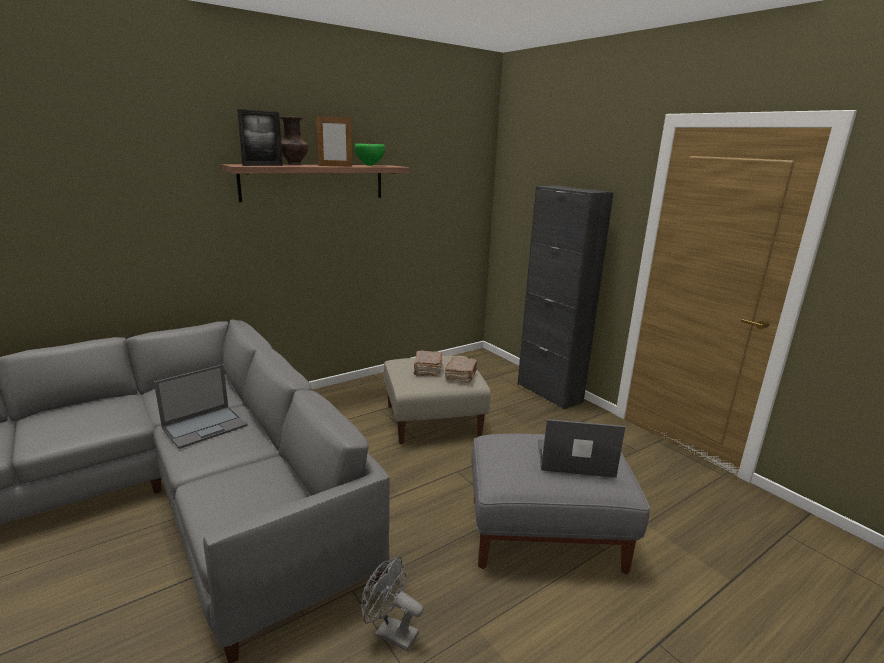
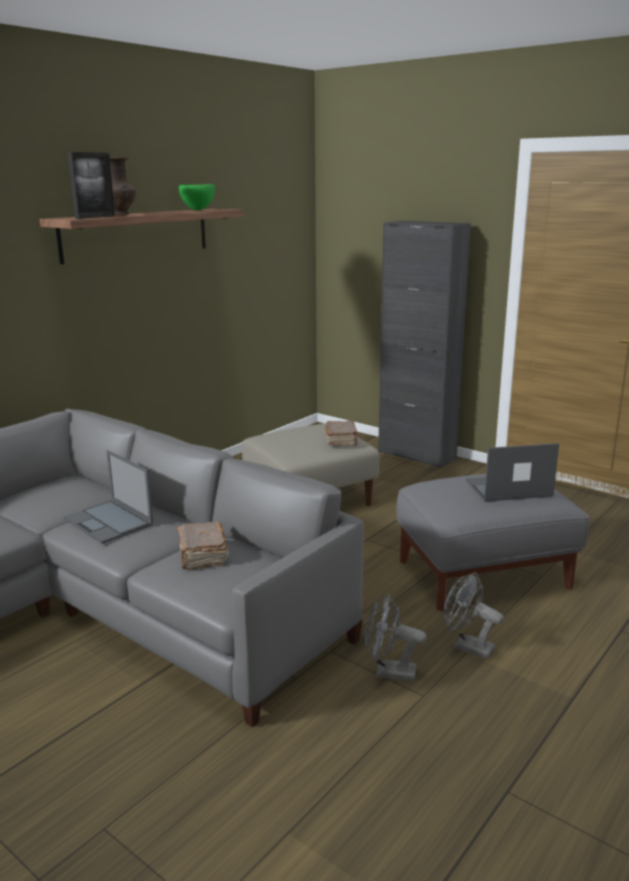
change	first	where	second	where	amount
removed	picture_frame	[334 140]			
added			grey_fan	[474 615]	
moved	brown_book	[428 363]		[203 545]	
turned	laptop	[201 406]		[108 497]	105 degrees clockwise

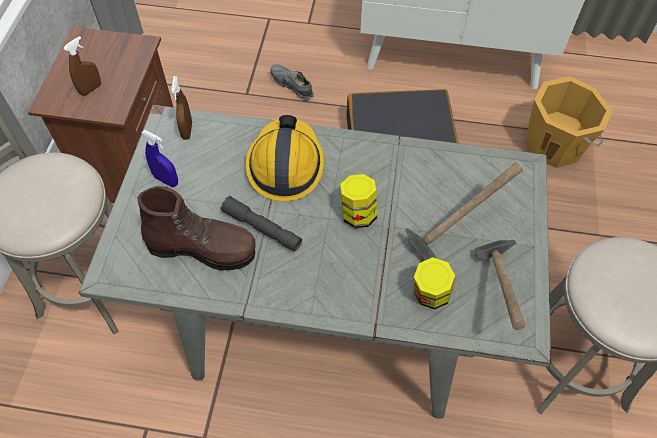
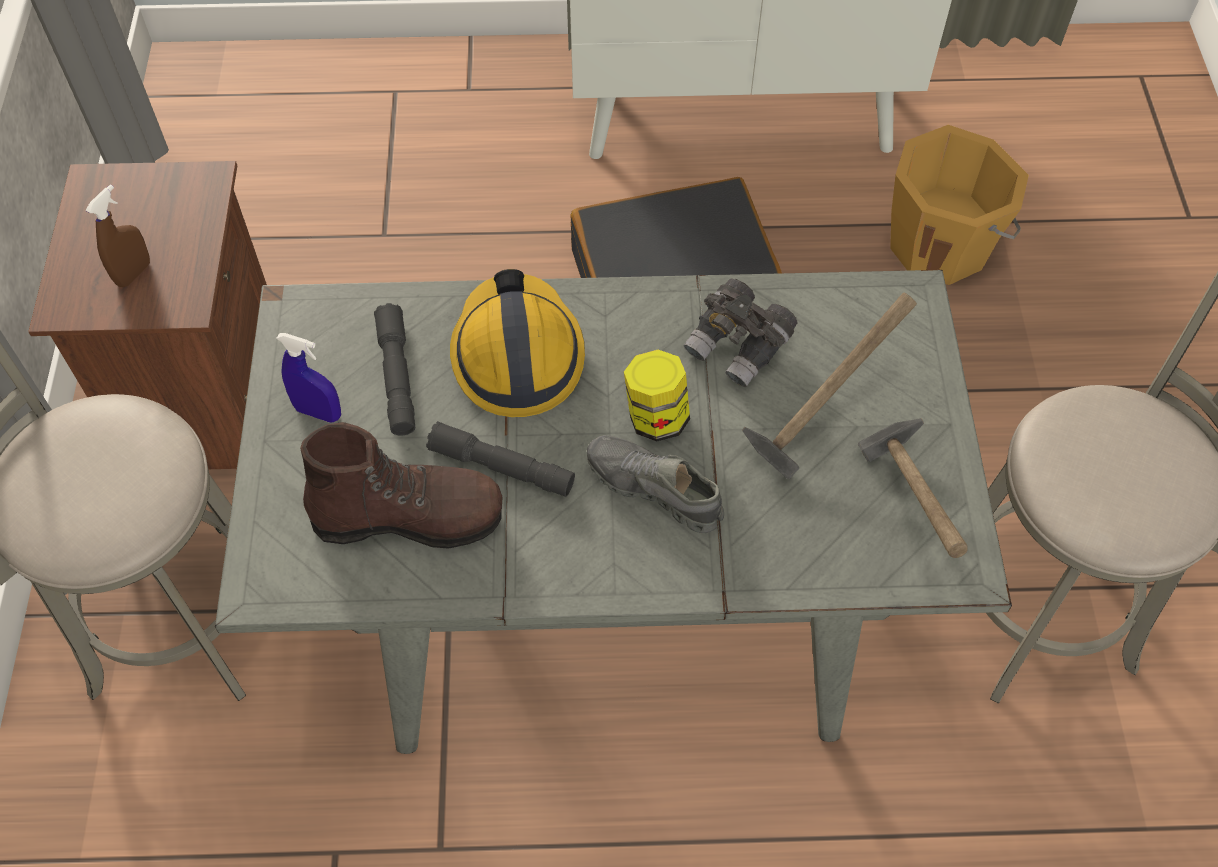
change	first	where	second	where	amount
removed	brown_spray_bottle	[181 108]			
removed	jar	[434 283]			
added			grey_flashlight	[394 369]	
added			grey_binoculars	[741 332]	
moved	grey_shoe	[292 82]		[655 484]	

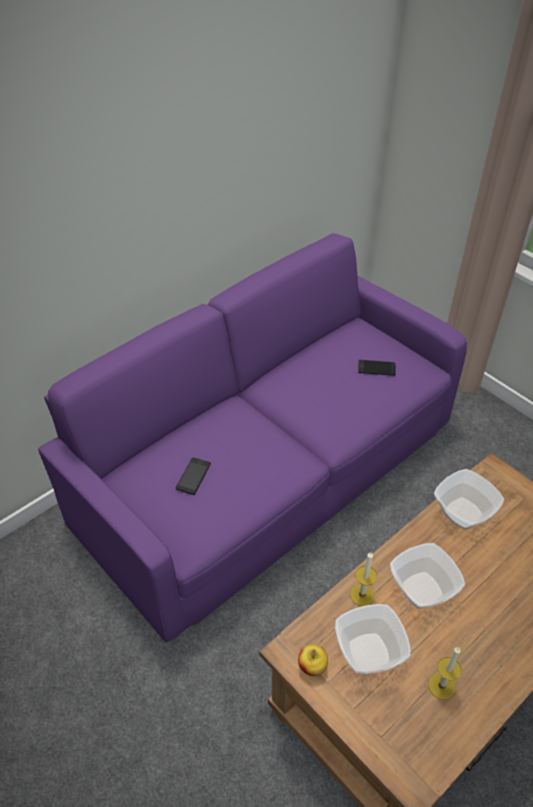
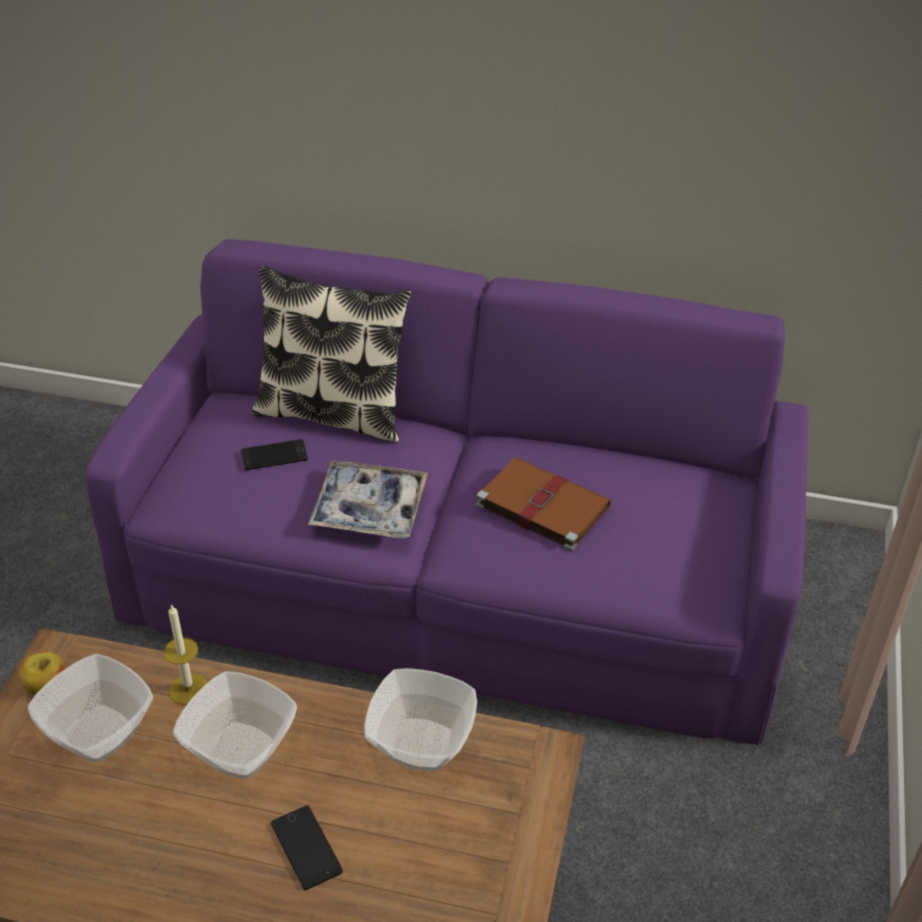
change	first	where	second	where	amount
removed	candle	[445 673]			
added			pillow	[332 354]	
added			tray	[368 499]	
added			brown_book	[542 504]	
moved	phone	[377 368]		[307 847]	

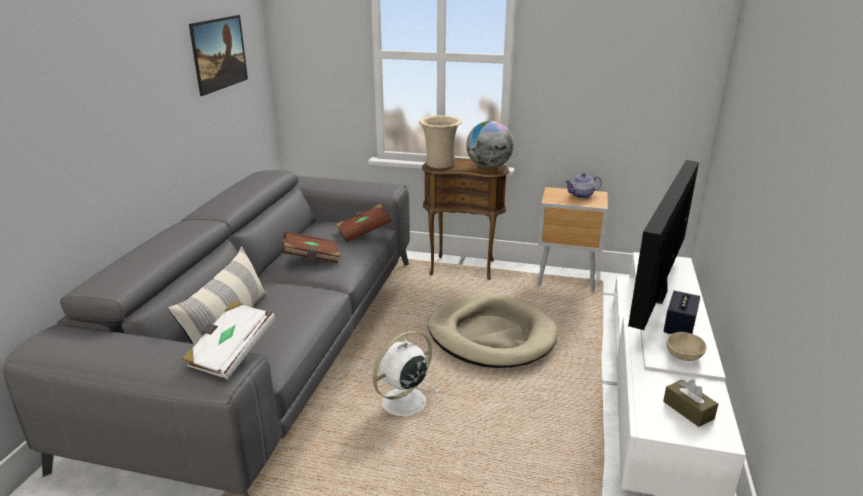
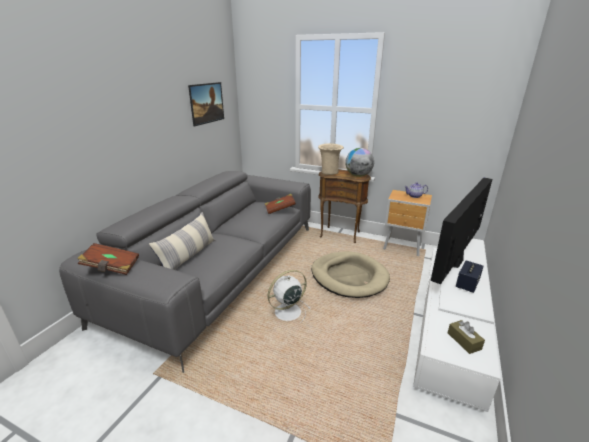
change	first	where	second	where	amount
removed	white_book	[229 340]			
removed	beige_bowl	[686 346]			
moved	brown_book	[311 247]		[108 259]	

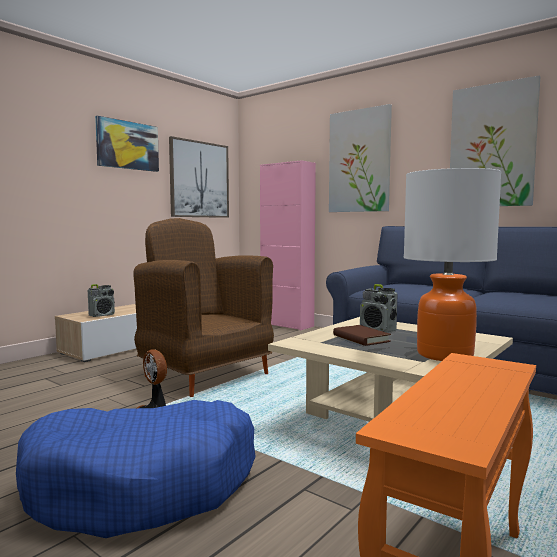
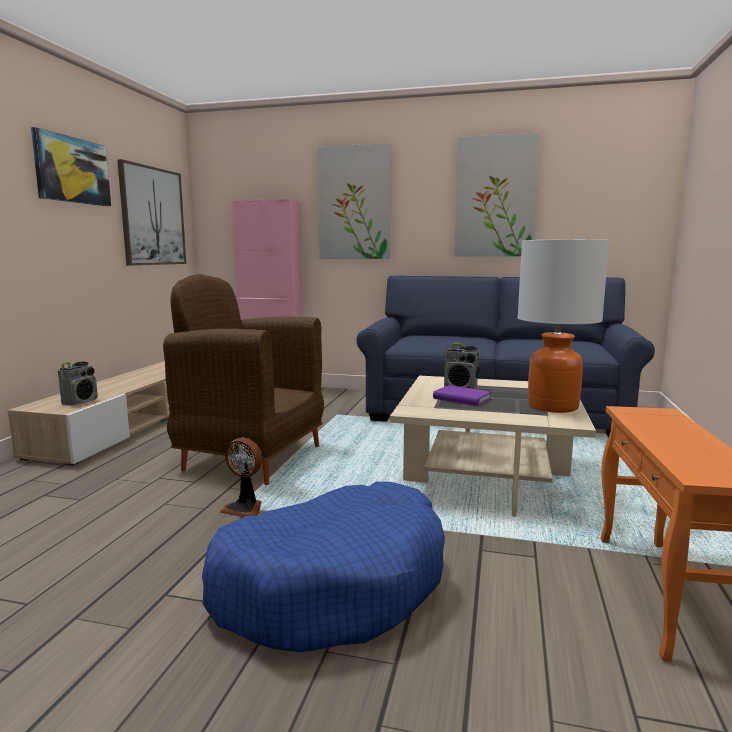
change	first	where	second	where	amount
recoloured	brown_book	[362 335]	purple_book	[462 395]	

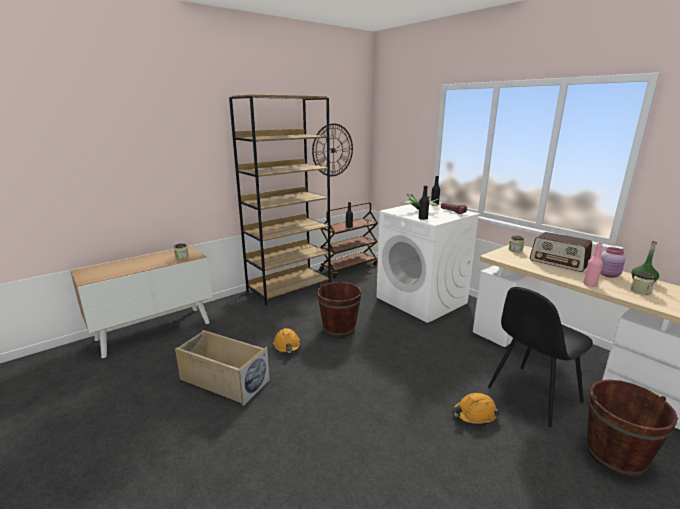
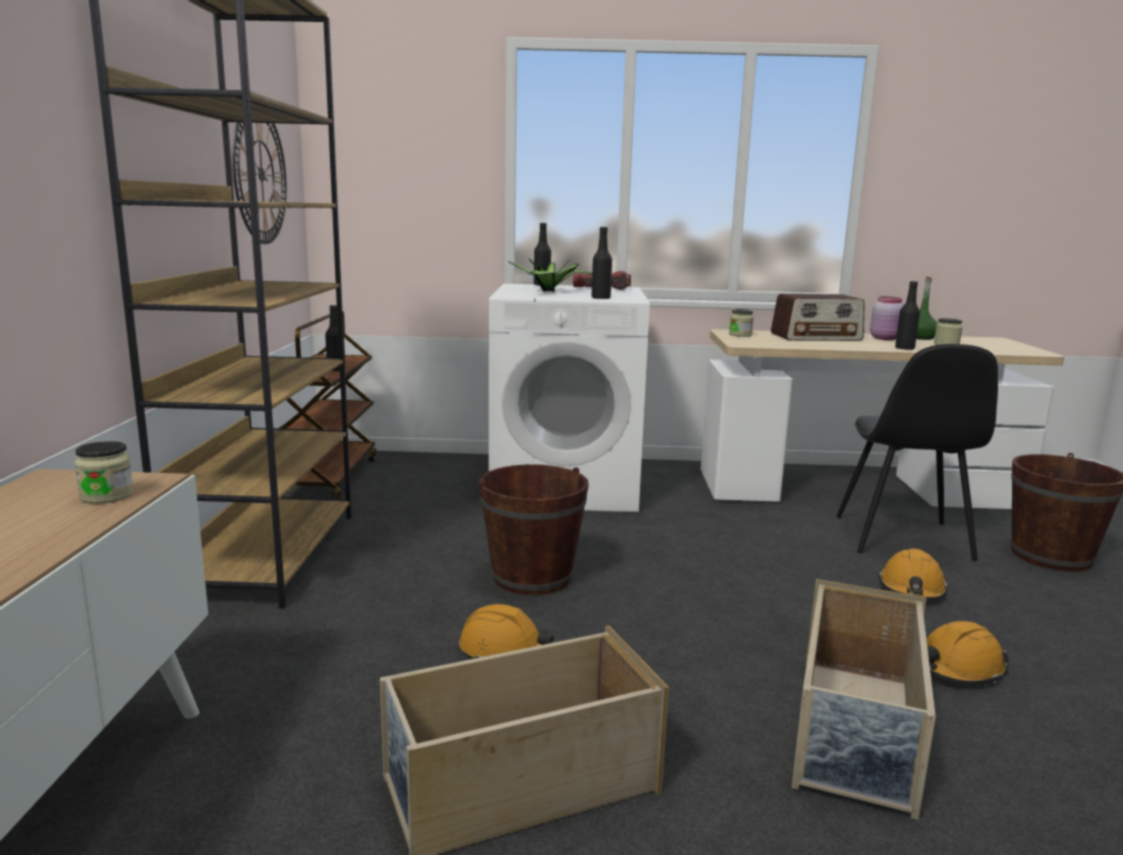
change	first	where	second	where	amount
added			beige_storage_box	[863 699]	
added			orange_hard_hat	[967 653]	
recoloured	pink_bottle	[593 265]	black_bottle	[907 315]	

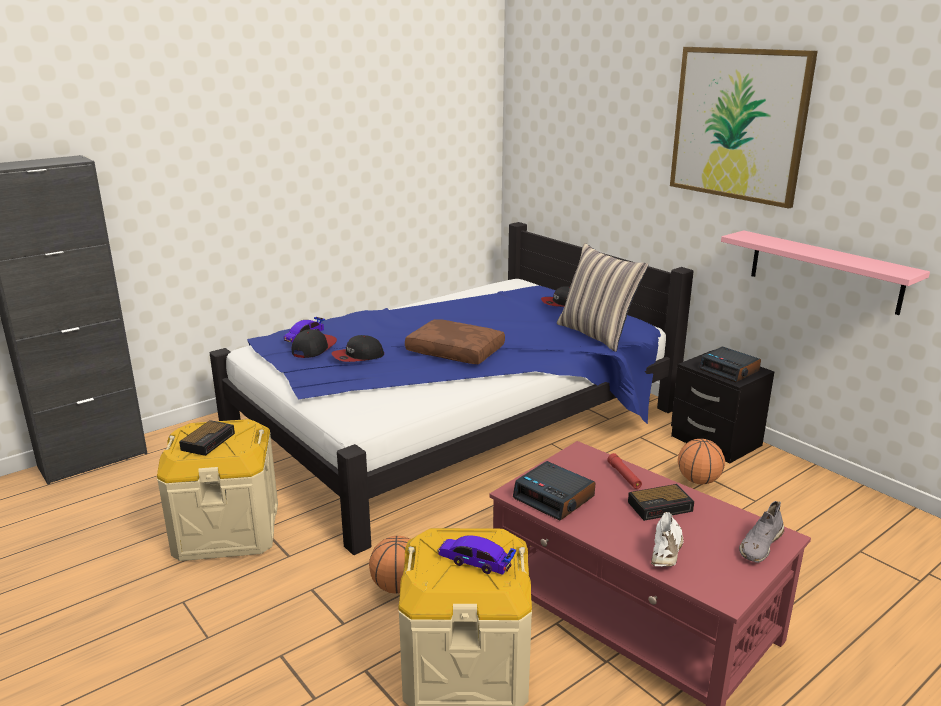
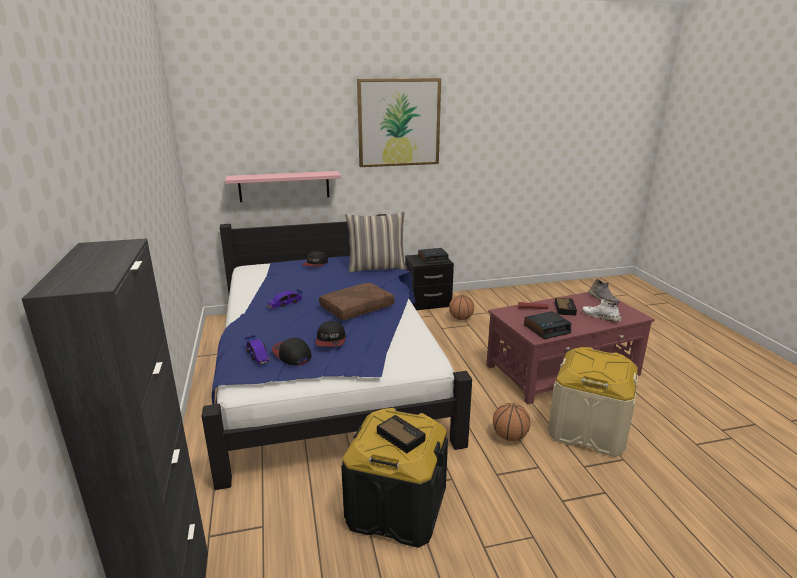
change	first	where	second	where	amount
moved	toy_car	[476 555]		[285 298]	
moved	pink_shelf	[825 272]		[283 186]	
recoloured	beige_storage_box	[217 490]	black_storage_box	[394 478]	

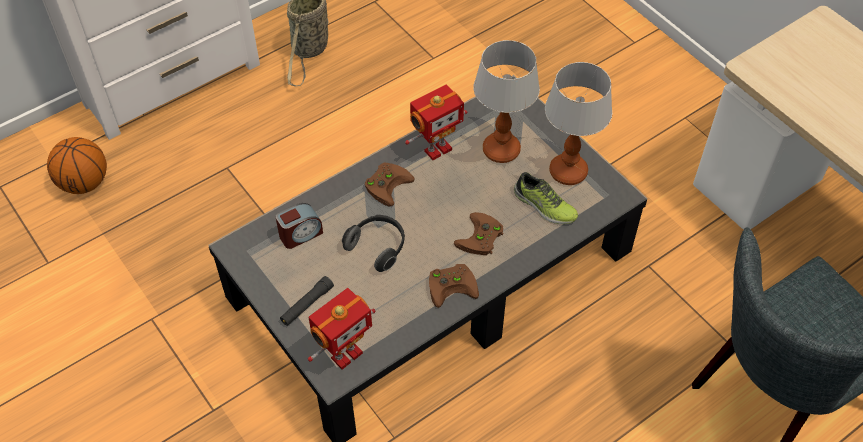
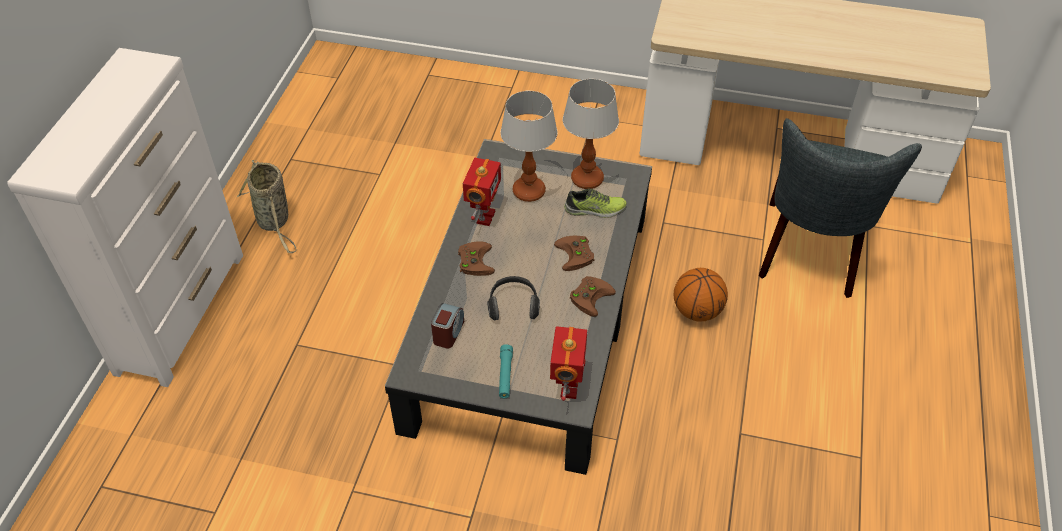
change	first	where	second	where	amount
moved	basketball	[77 165]		[701 295]	
recoloured	black_flashlight	[307 301]	turquoise_flashlight	[506 371]	

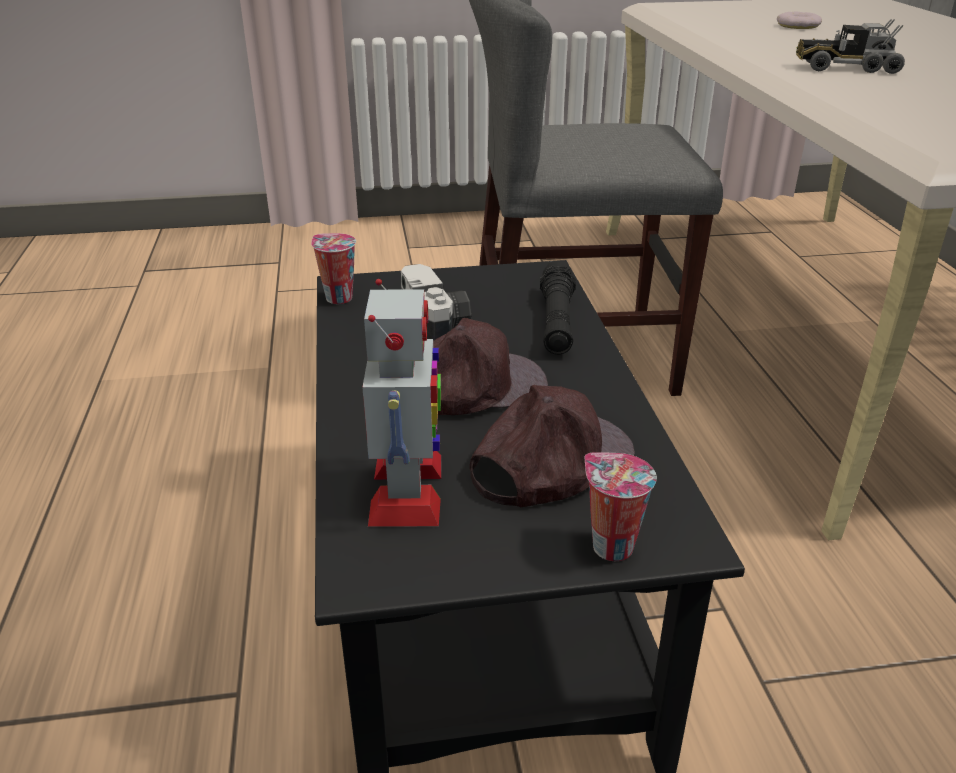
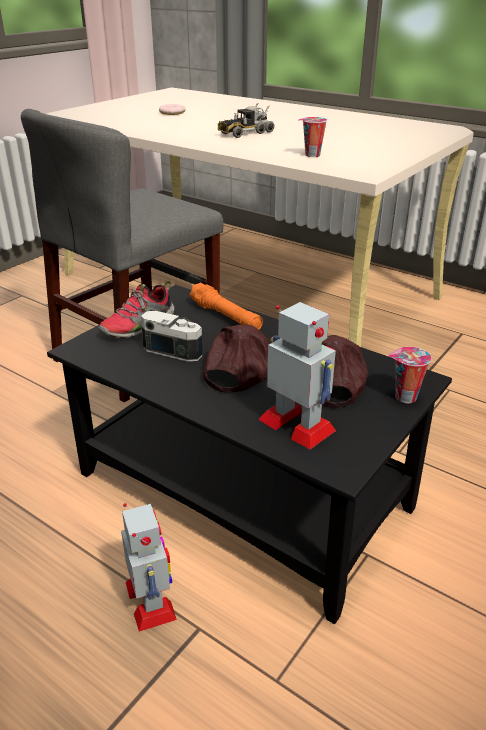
change	first	where	second	where	amount
added			shoe	[136 309]	
added			toy_robot	[149 567]	
moved	cup	[333 268]		[313 137]	
recoloured	black_flashlight	[558 308]	orange_flashlight	[226 306]	

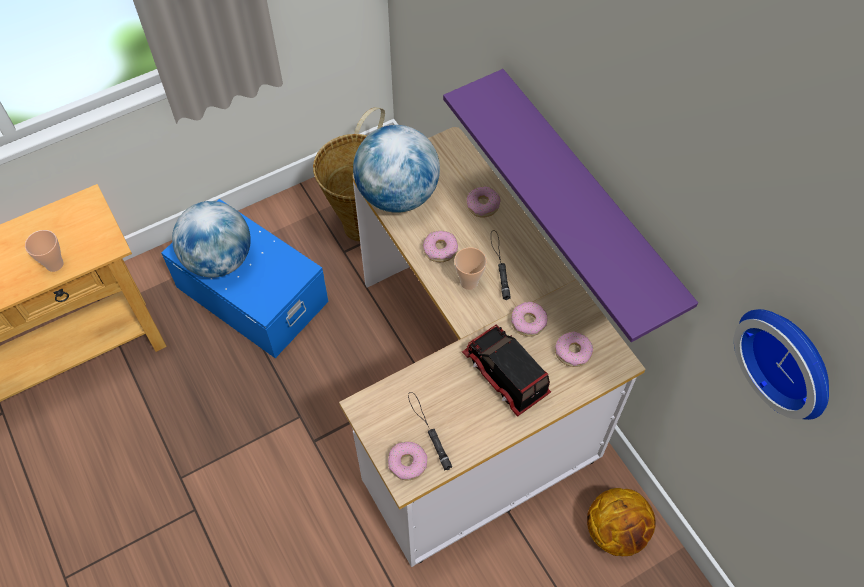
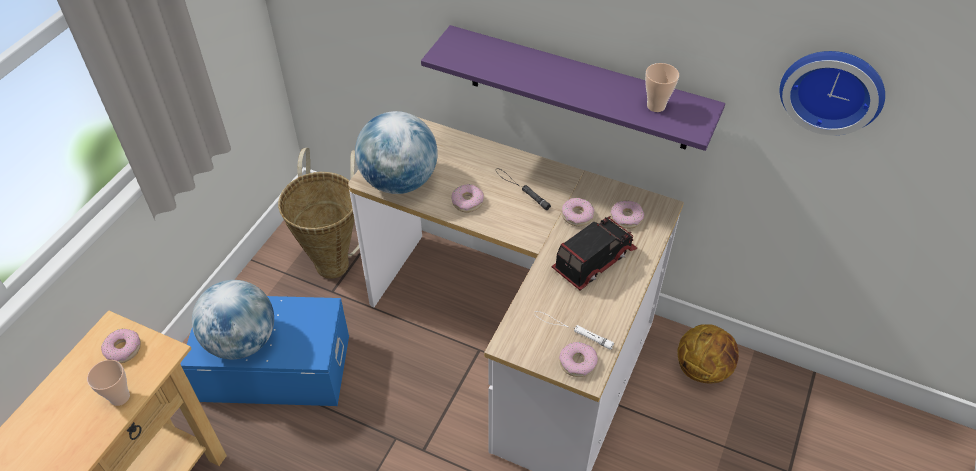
change	first	where	second	where	amount
moved	cup	[470 268]		[662 87]	
moved	donut	[484 202]		[121 346]	
recoloured	black_flashlight	[430 431]	white_flashlight	[574 330]	
turned	toy_truck	[506 370]		[594 253]	120 degrees clockwise

